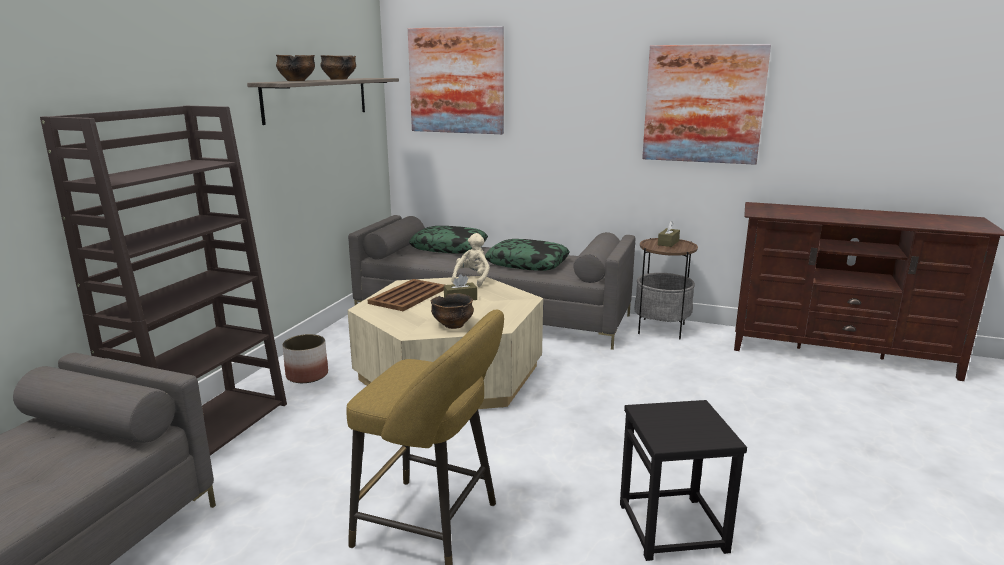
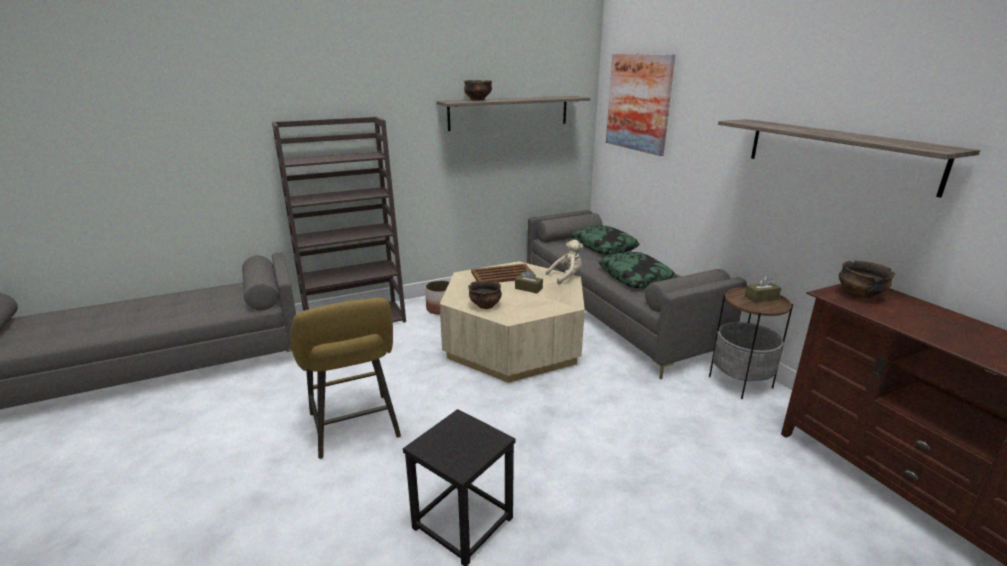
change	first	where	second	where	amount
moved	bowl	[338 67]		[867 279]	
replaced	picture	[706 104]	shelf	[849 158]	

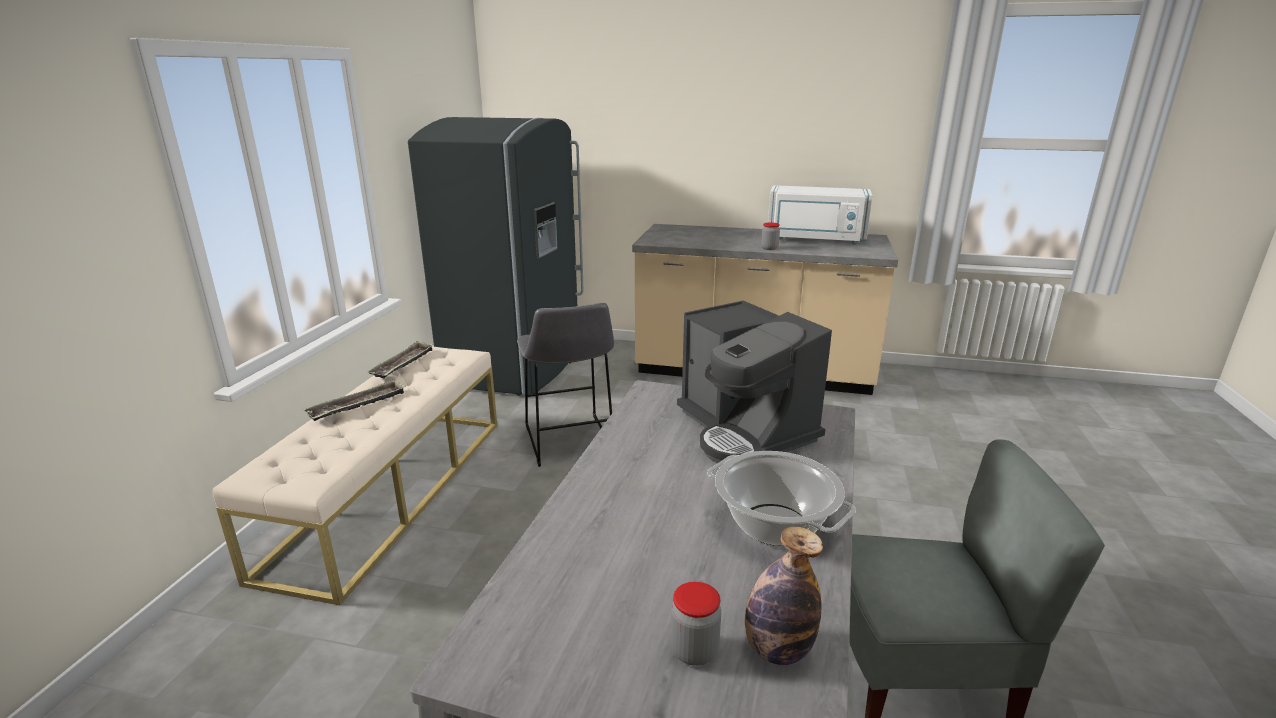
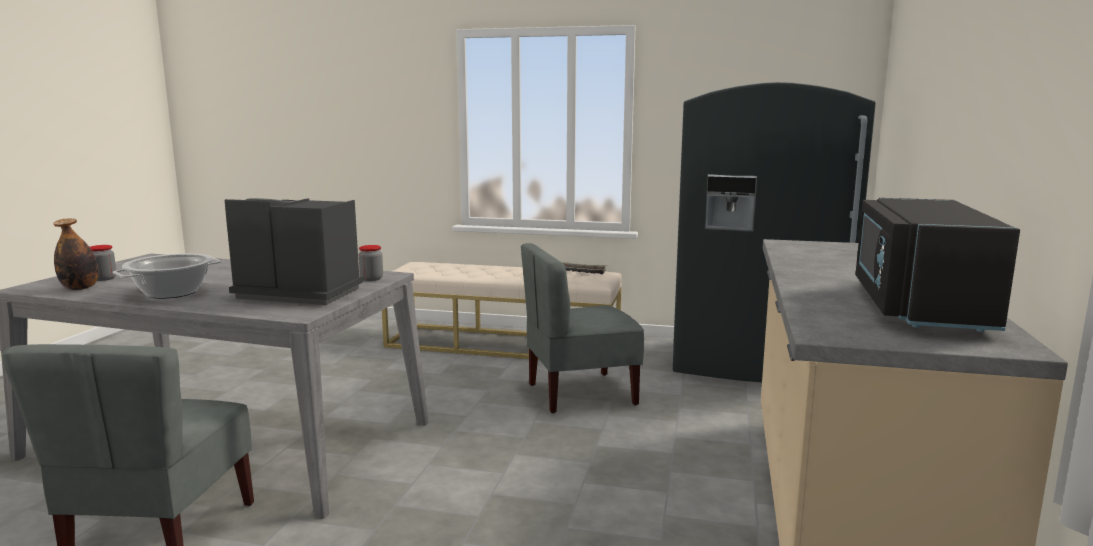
change	first	where	second	where	amount
removed	tray	[354 400]			
moved	jar	[770 236]		[371 263]	
replaced	grey_stool	[565 385]	grey_chair	[582 328]	
recoloured	white_microwave	[820 214]	black_microwave	[937 265]	
turned	coffee_machine	[754 382]		[294 251]	45 degrees clockwise

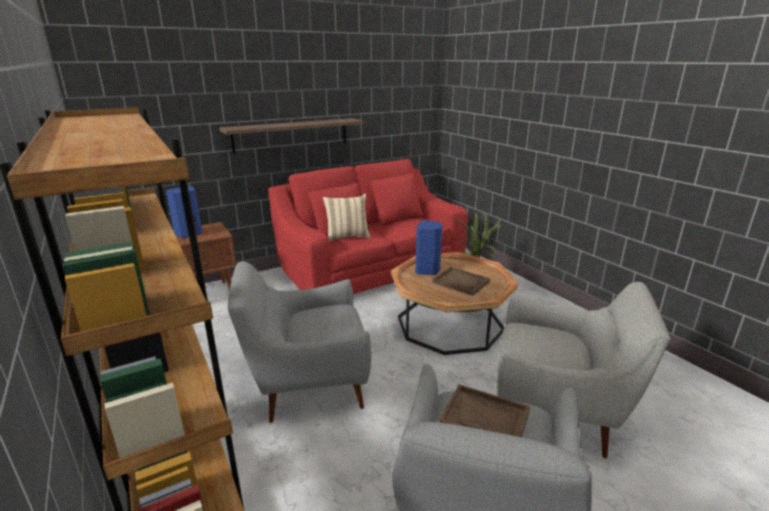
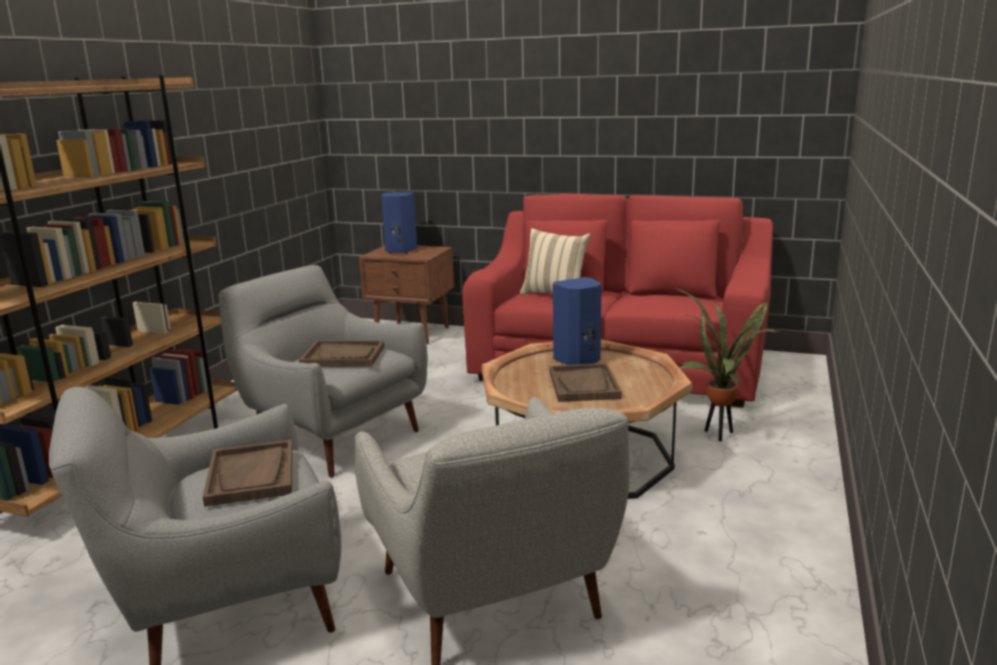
change	first	where	second	where	amount
removed	shelf	[291 136]			
added			brown_tray	[342 353]	

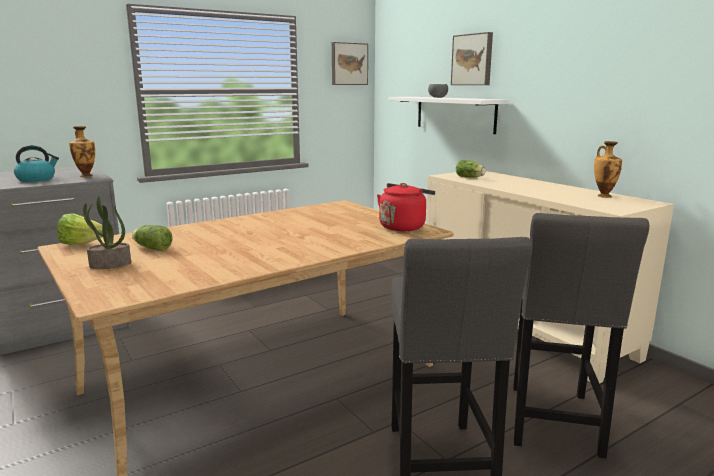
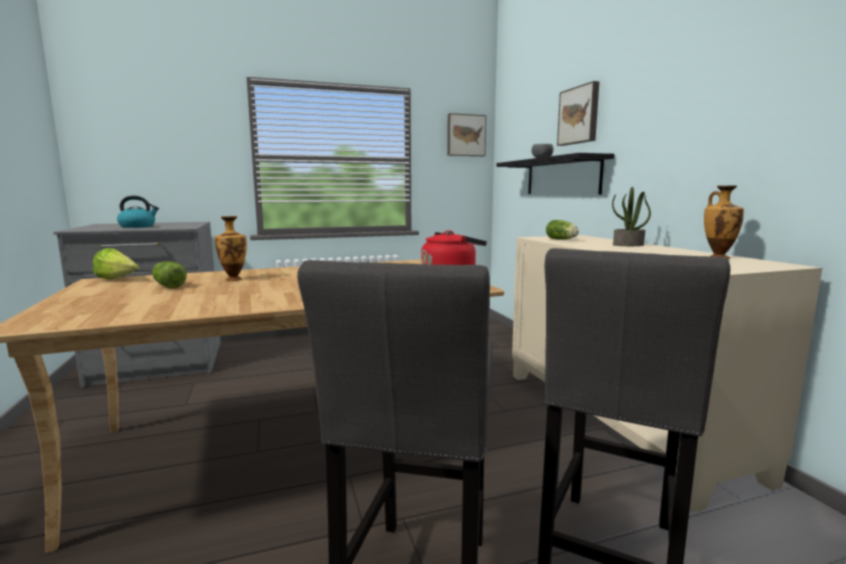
change	first	where	second	where	amount
moved	vase	[82 151]		[231 248]	
moved	potted_plant	[107 232]		[631 216]	
recoloured	white_shelf	[448 115]	black_shelf	[555 174]	

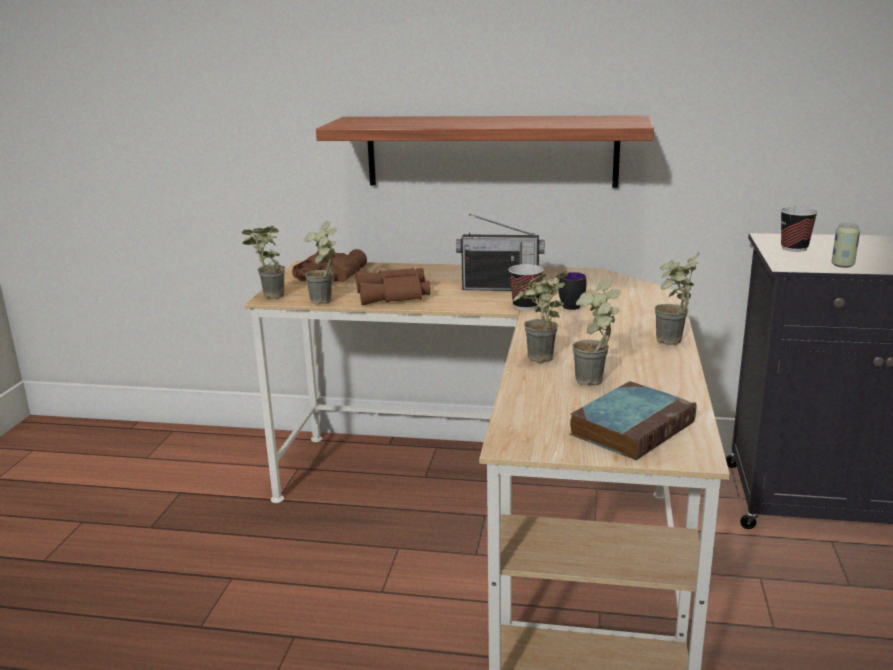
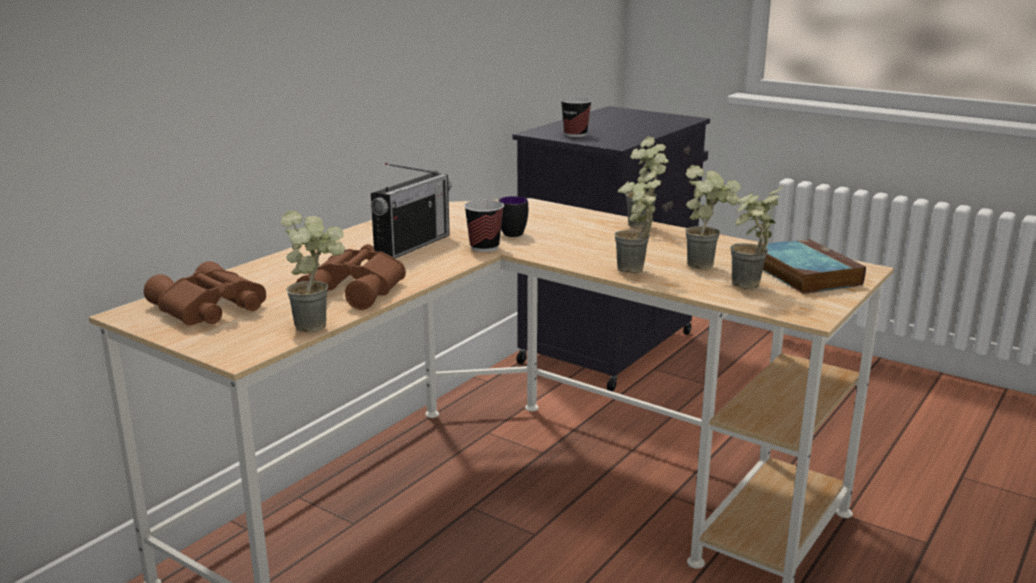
change	first	where	second	where	amount
removed	shelf	[485 151]			
removed	can	[845 245]			
moved	potted_plant	[263 262]		[756 237]	

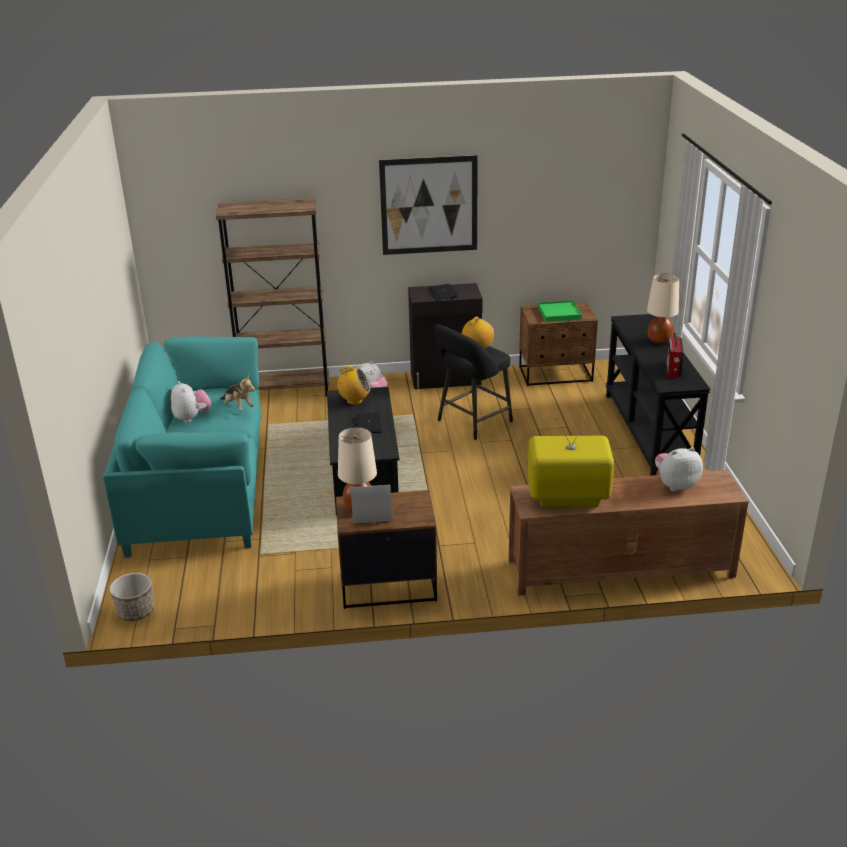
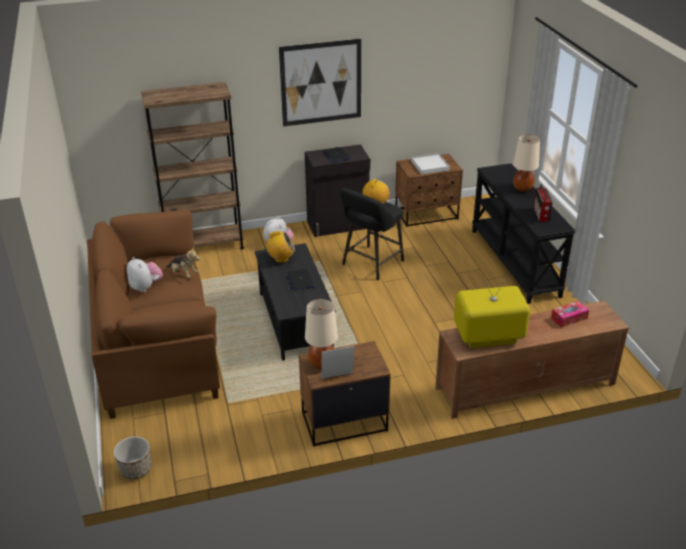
change	first	where	second	where	amount
replaced	plush_toy	[679 469]	tissue_box	[570 314]	
recoloured	turquoise_sofa	[182 447]	brown_sofa	[153 314]	
recoloured	green_tray	[560 311]	white_tray	[430 164]	

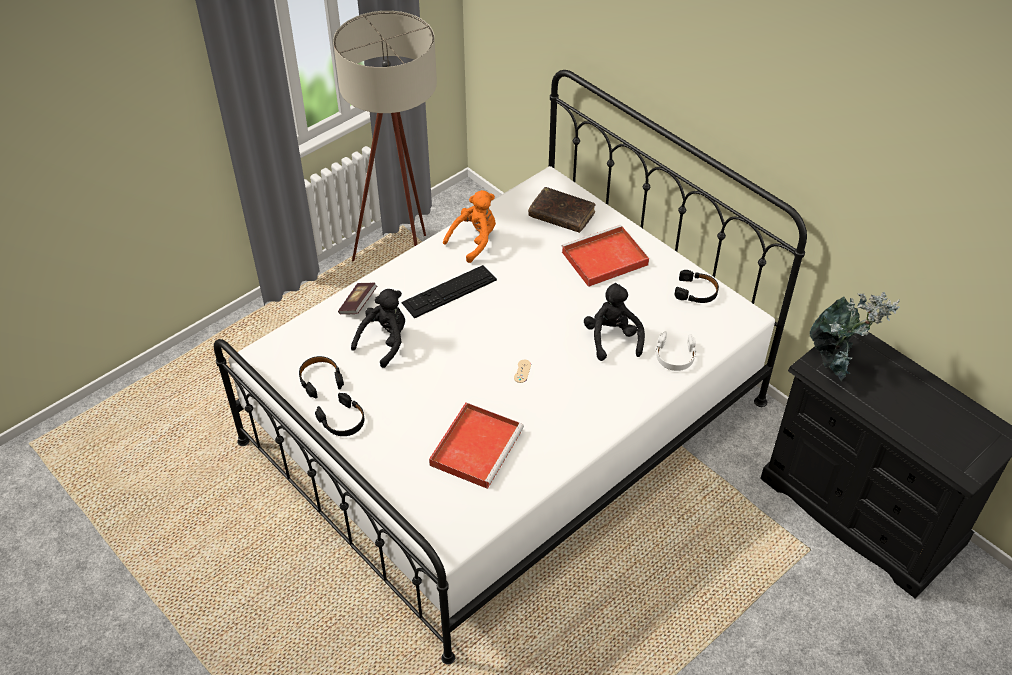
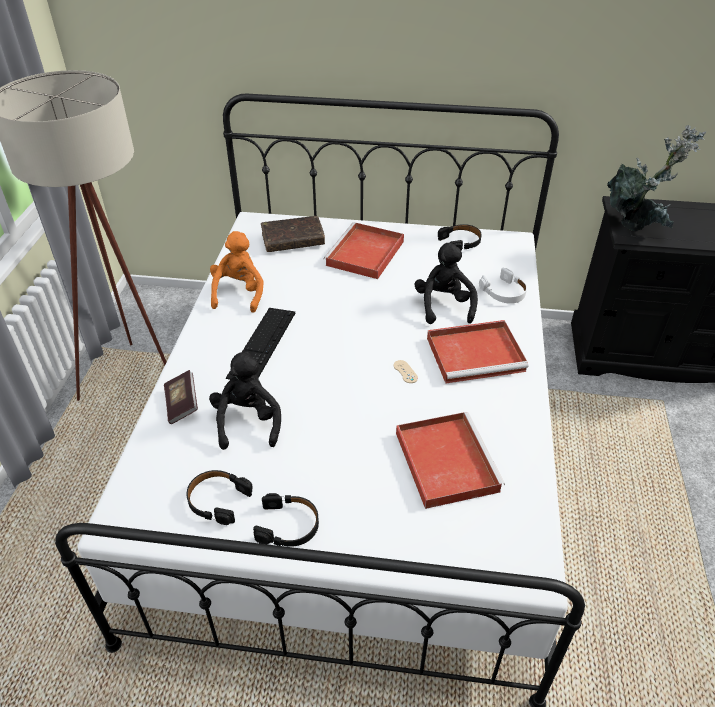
change	first	where	second	where	amount
added			red_tray	[477 351]	
turned	black_plush_toy	[614 322]		[446 283]	45 degrees clockwise

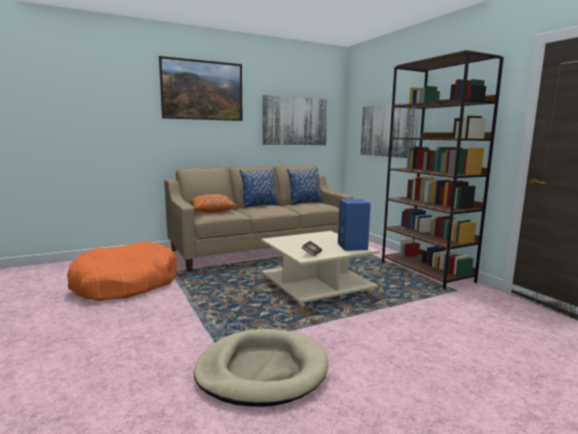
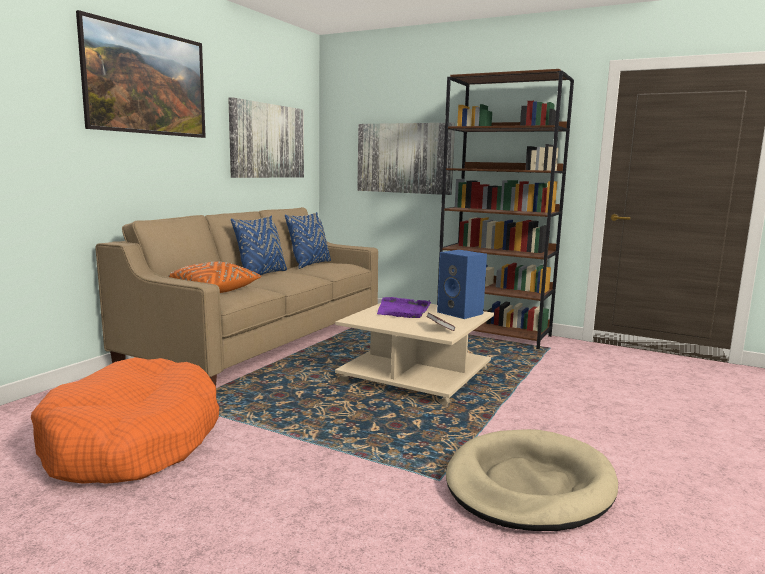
change	first	where	second	where	amount
added			purple_tray	[404 307]	

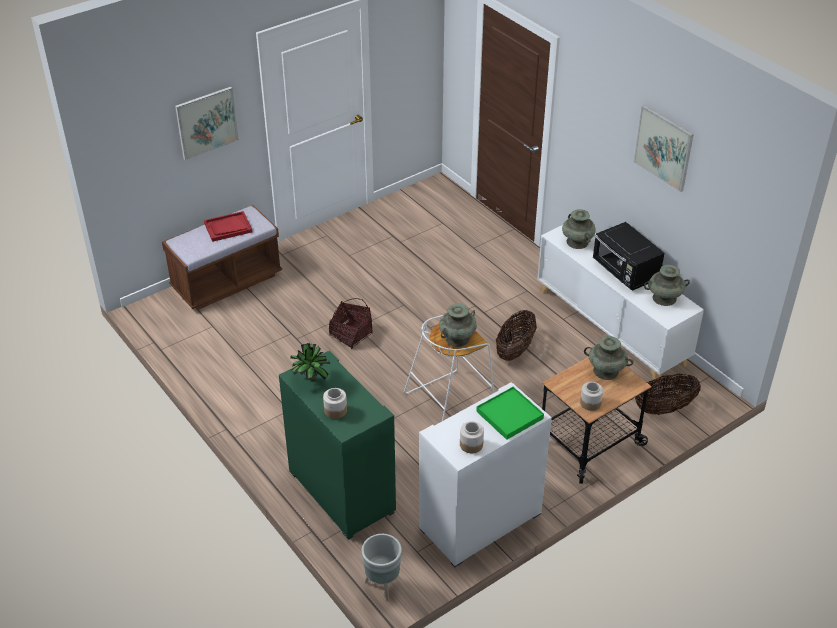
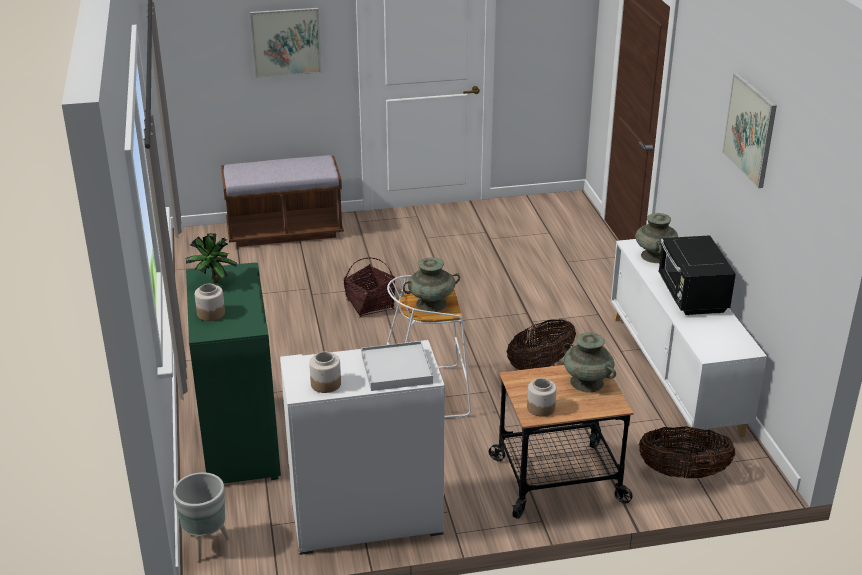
change	first	where	second	where	amount
removed	red_tray	[228 226]			
removed	turquoise_vase	[667 285]			
recoloured	green_tray	[510 413]	white_tray	[397 366]	

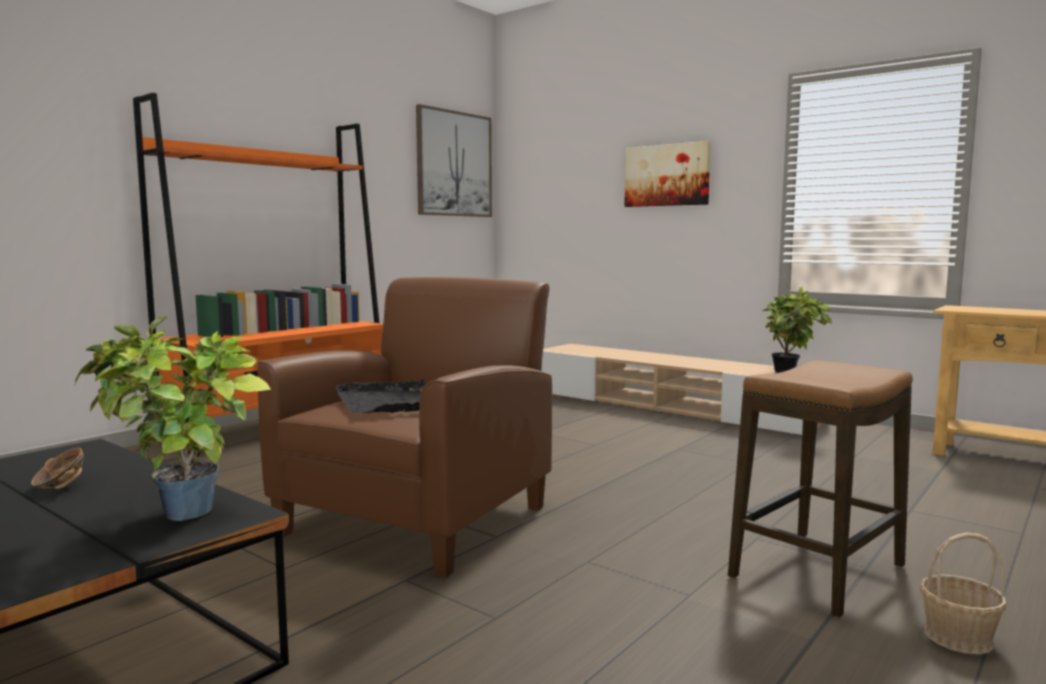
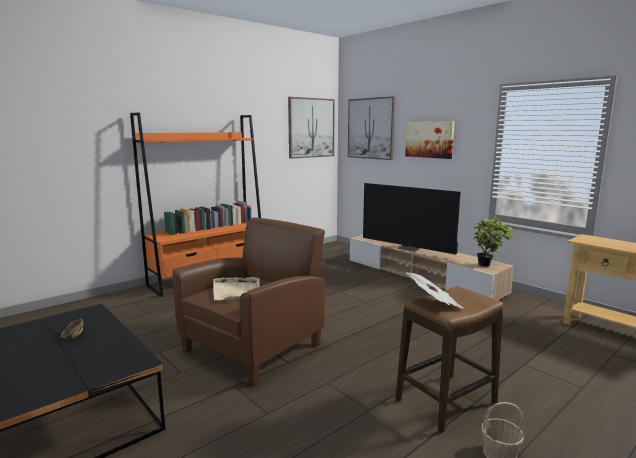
change	first	where	second	where	amount
removed	potted_plant	[173 418]			
added			picture	[371 128]	
added			television	[412 219]	
added			newspaper	[434 290]	
recoloured	black_tray	[381 396]	beige_tray	[236 288]	

